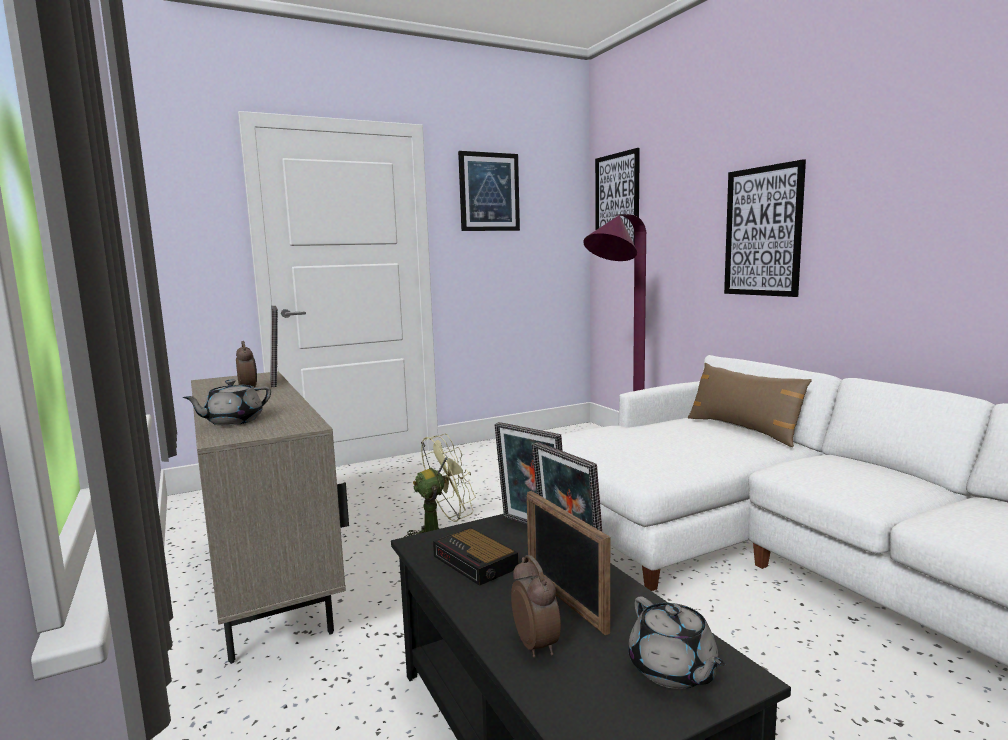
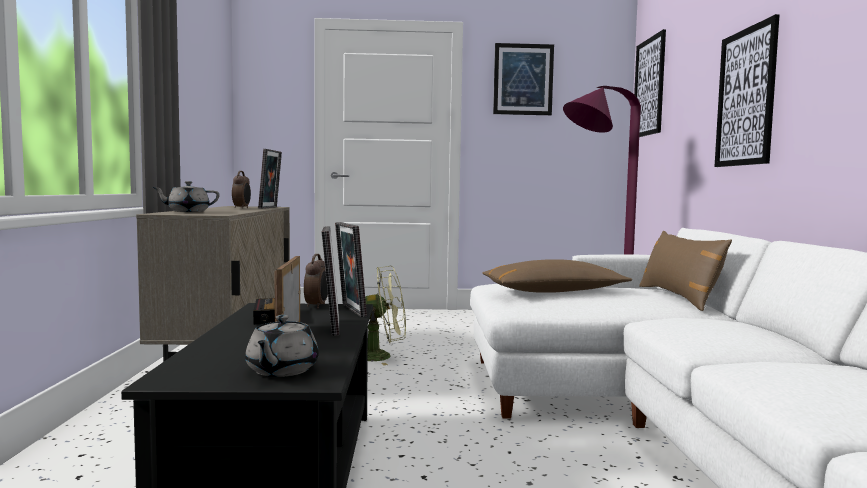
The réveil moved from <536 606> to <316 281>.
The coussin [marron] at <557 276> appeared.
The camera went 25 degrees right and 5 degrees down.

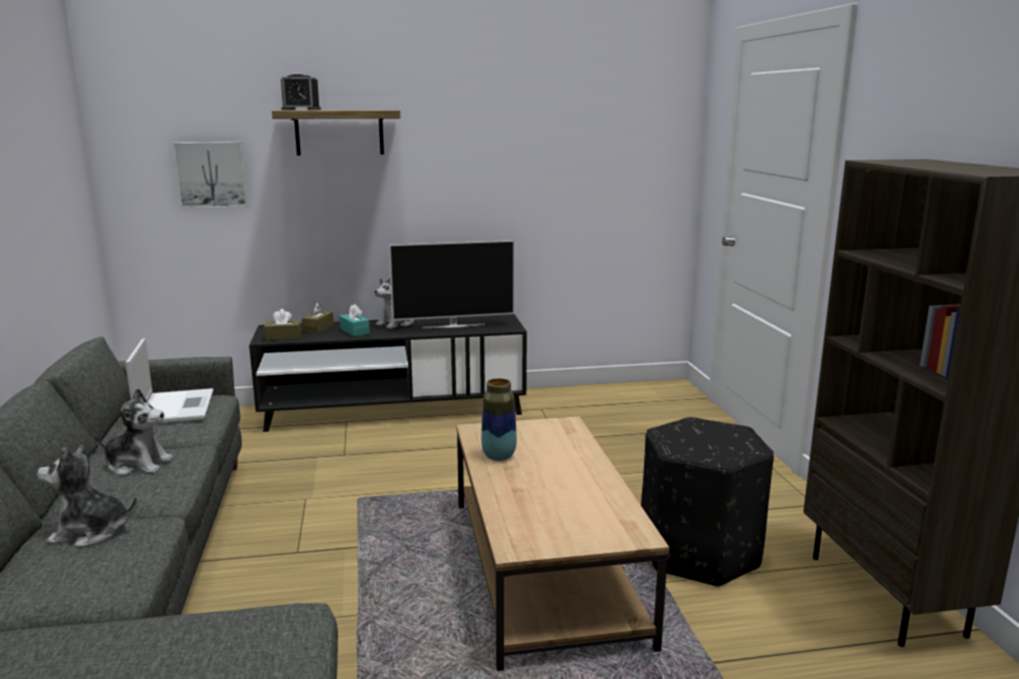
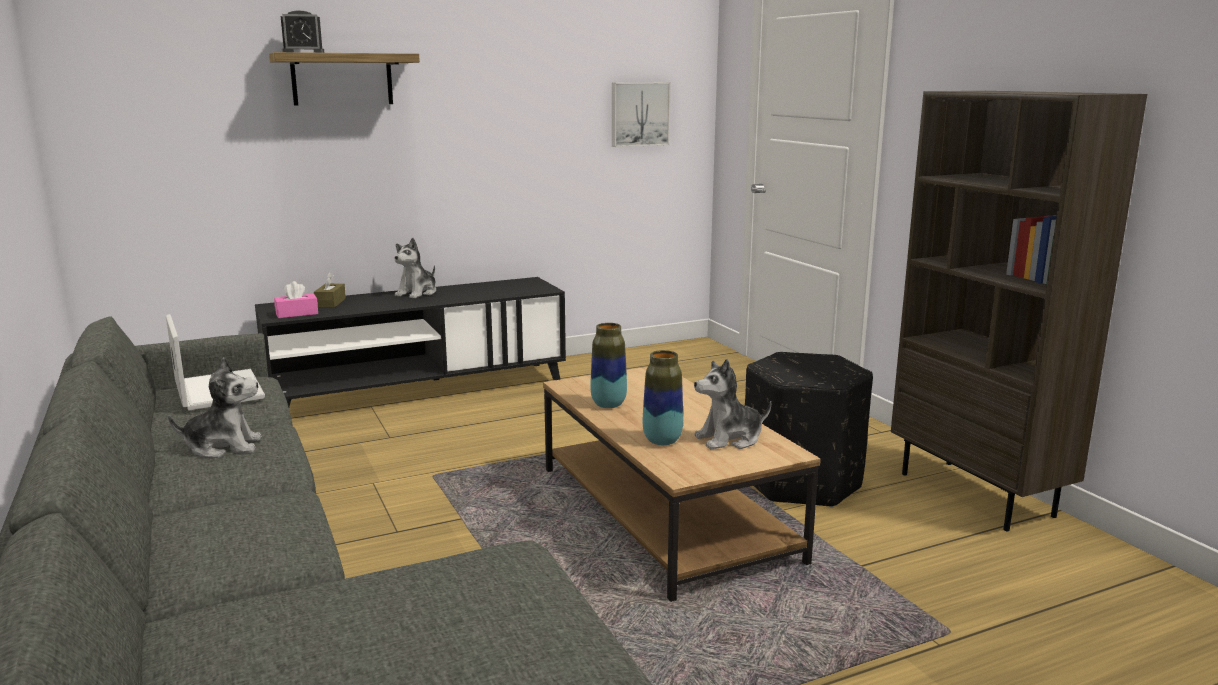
The tableau moved from <210 175> to <641 114>.
The téléviseur at <452 284> disappeared.
The boîte à mouchoirs [turquoise] at <354 320> disappeared.
The boîte à mouchoirs [marron] at <283 325> became the boîte à mouchoirs [rose] at <296 299>.
The peluche moved from <87 496> to <732 404>.
The vase at <663 397> appeared.
The camera went 15 degrees left and 0 degrees up.

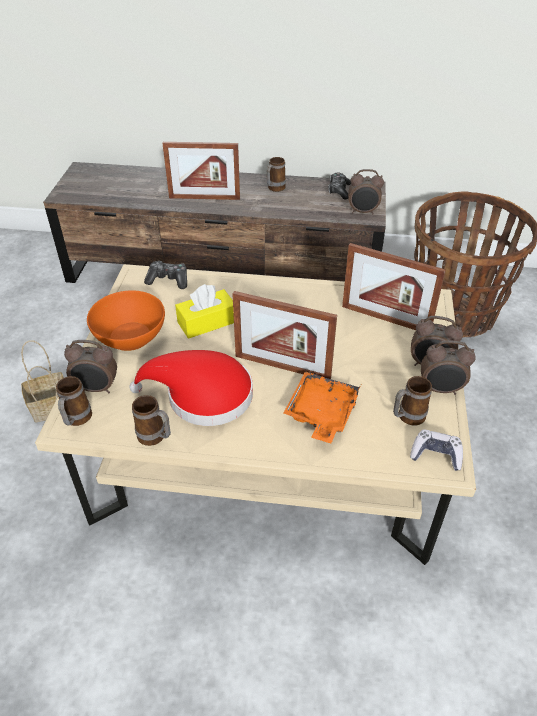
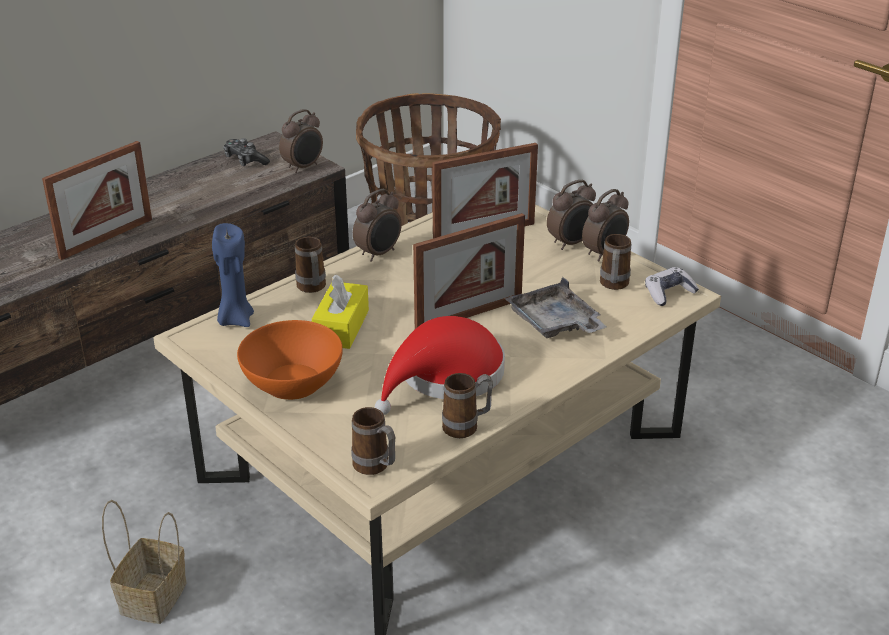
The mug moved from <276 174> to <310 265>.
The manette at <165 275> was replaced by the bougie [bleu] at <233 275>.
The réveil moved from <90 366> to <377 225>.
The plateau [orange] at <322 407> became the plateau [gris] at <556 307>.
The camera went 50 degrees left and 10 degrees down.

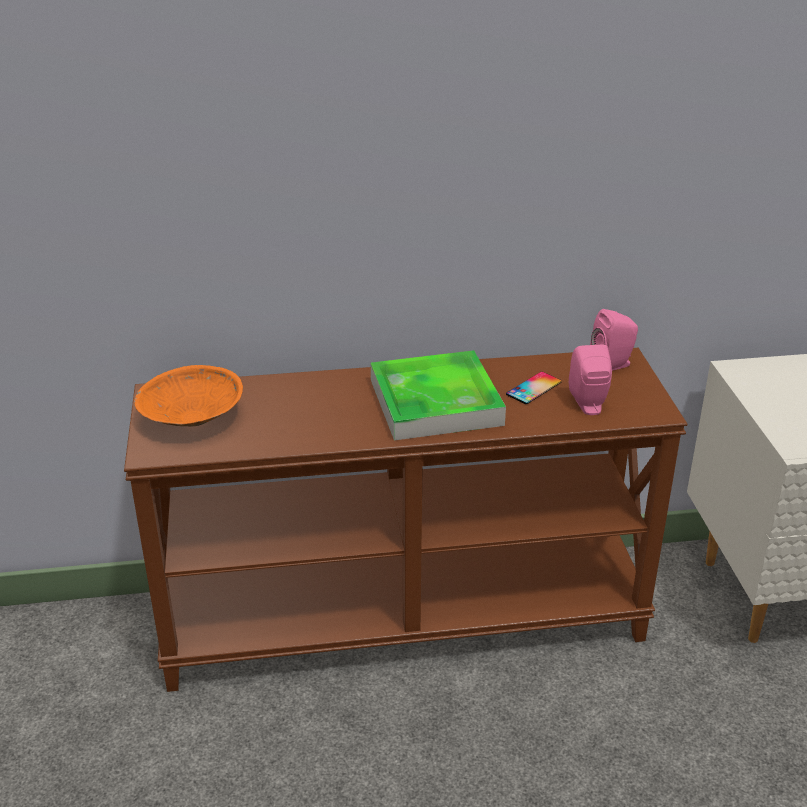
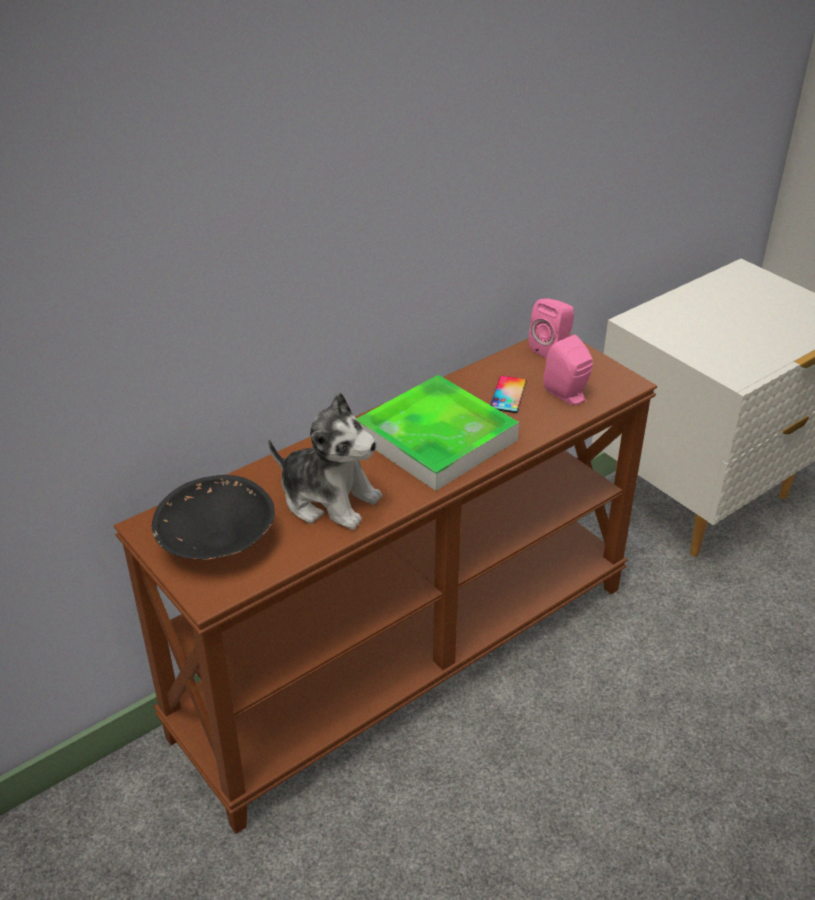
The bol [orange] at <188 395> became the bol [noir] at <213 517>.
The peluche at <325 461> appeared.
The camera went 30 degrees left and 5 degrees up.

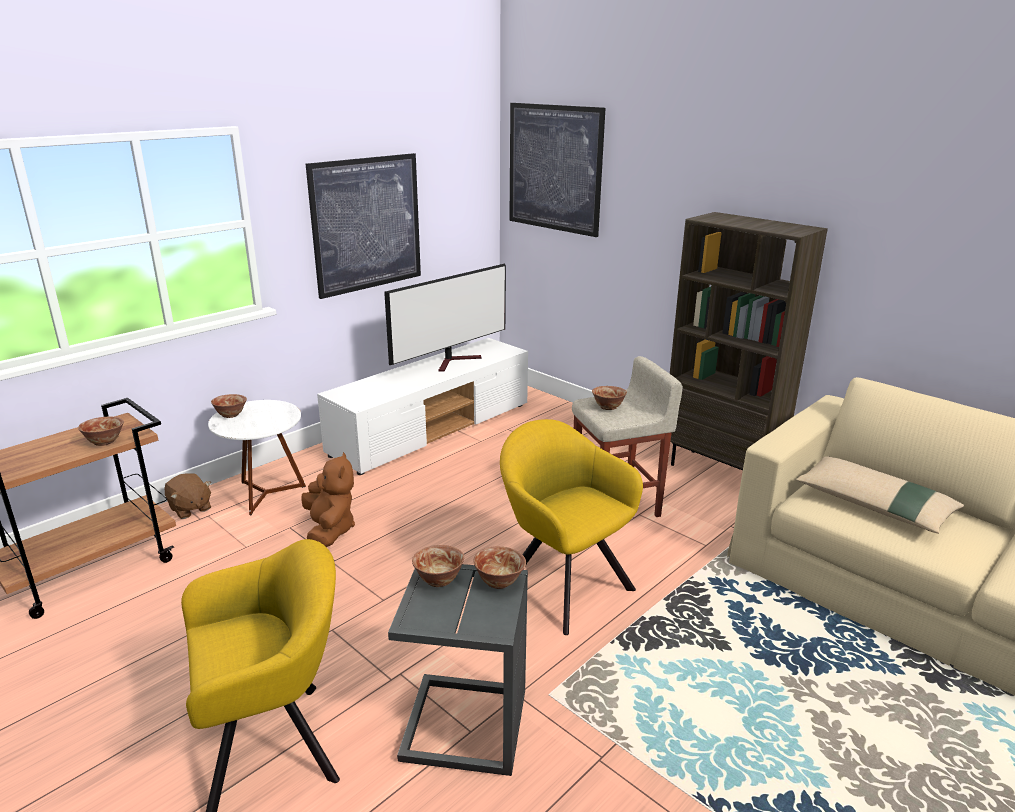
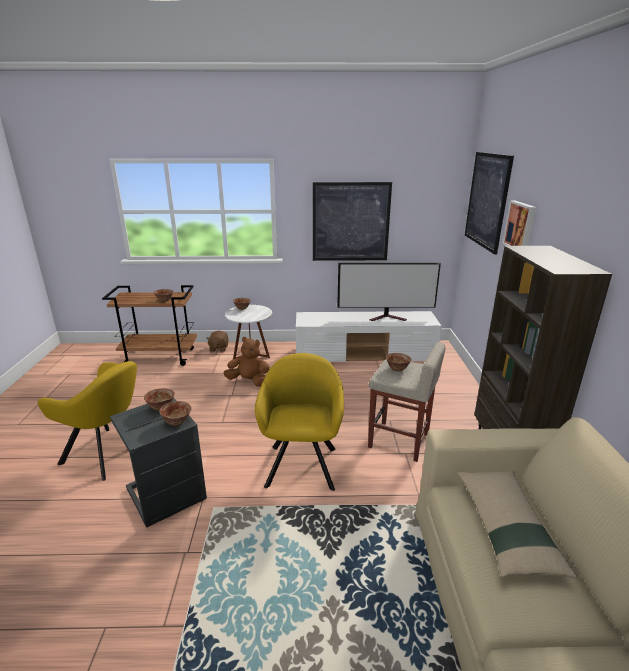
The peluche [marron] at <328 499> turned 105 degrees counterclockwise.
The tableau at <519 223> appeared.
The camera went 45 degrees right and 0 degrees up.

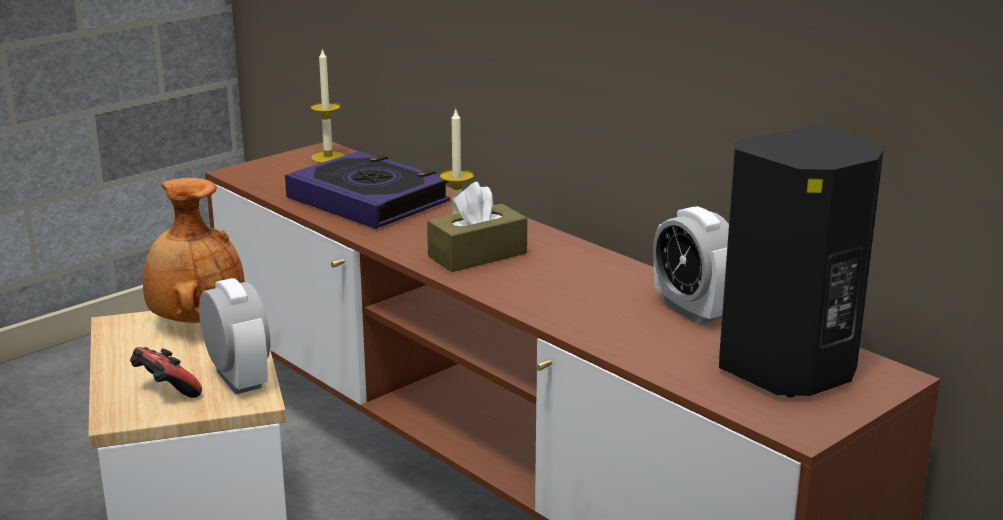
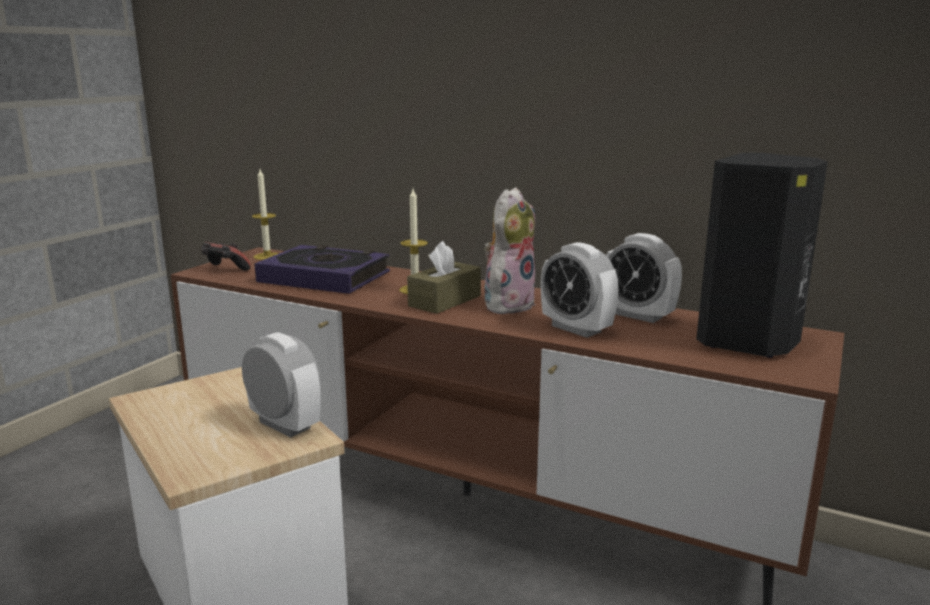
The vase [marron] at <194 250> disappeared.
The manette moved from <166 372> to <226 256>.
The peluche at <510 250> appeared.
The réveil at <579 290> appeared.
The camera went 20 degrees left and 5 degrees down.

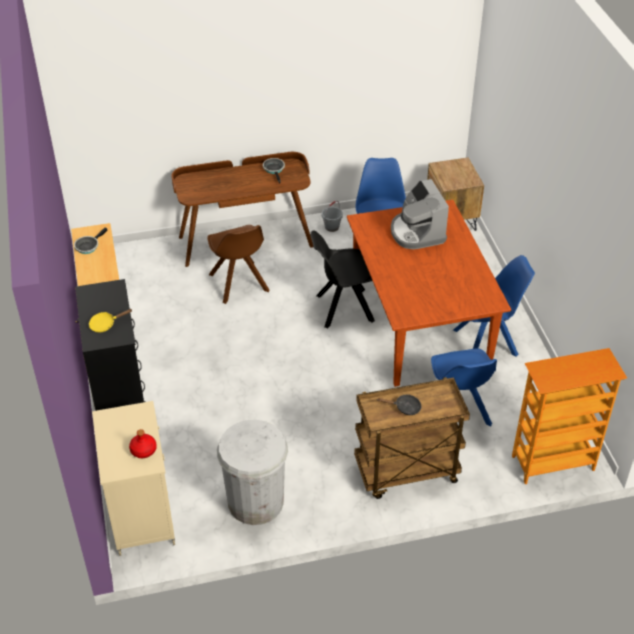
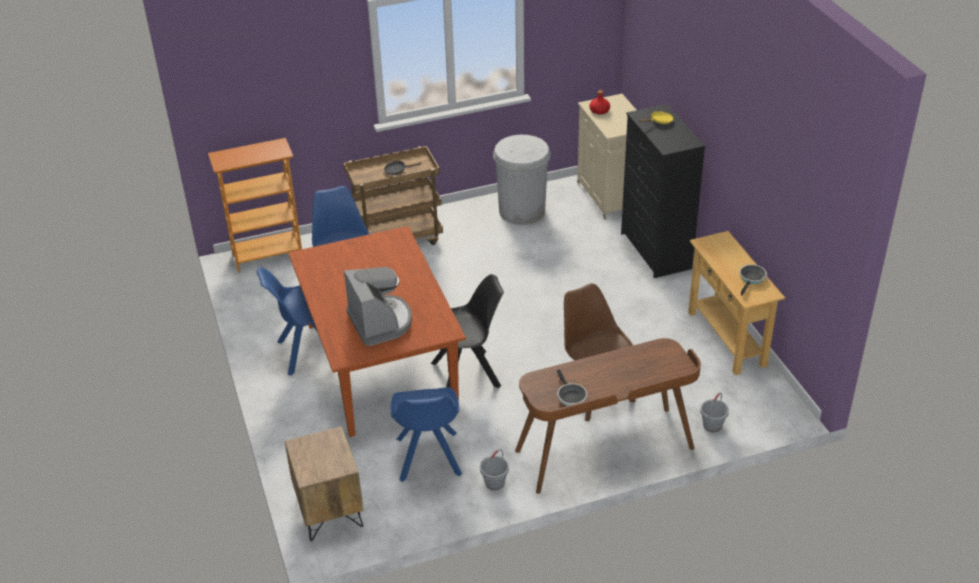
The seau [gris] at <714 412> appeared.
The camera went 175 degrees right and 5 degrees down.

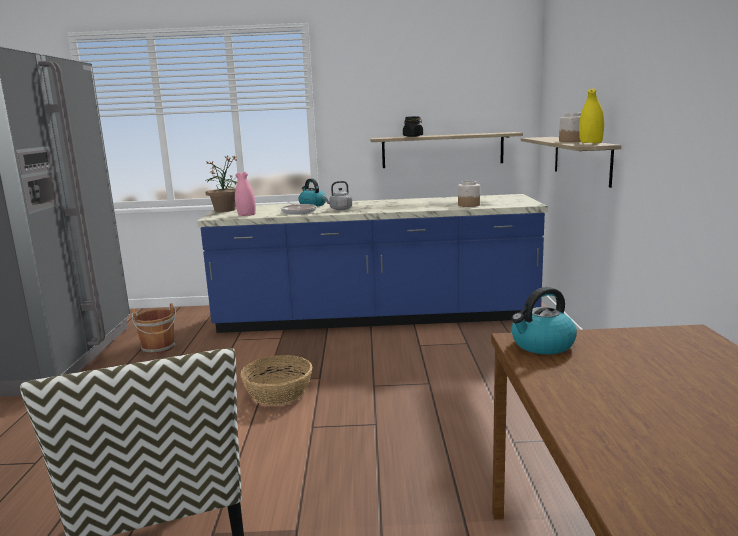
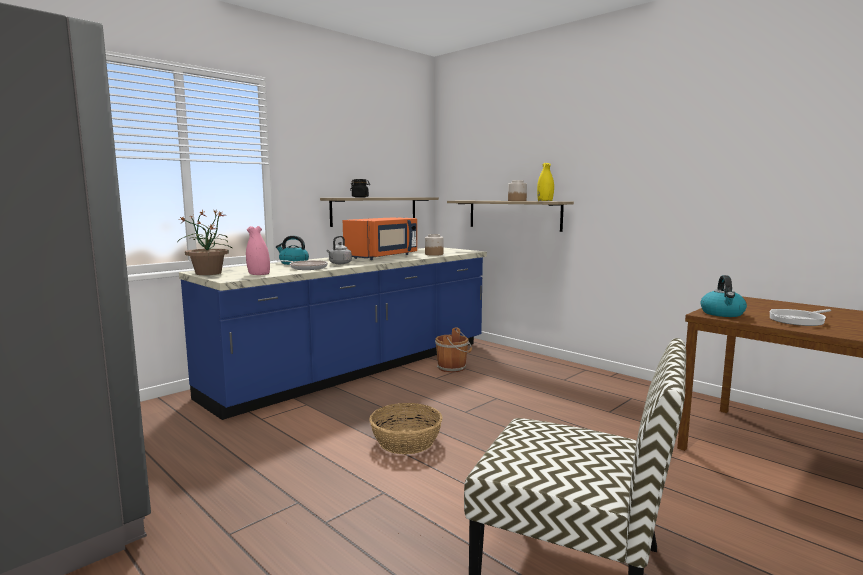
The seau [marron] moved from <154 328> to <453 350>.
The micro-ondes [orange] at <380 238> appeared.
The poêle at <800 317> appeared.
The camera went 45 degrees left and 5 degrees down.

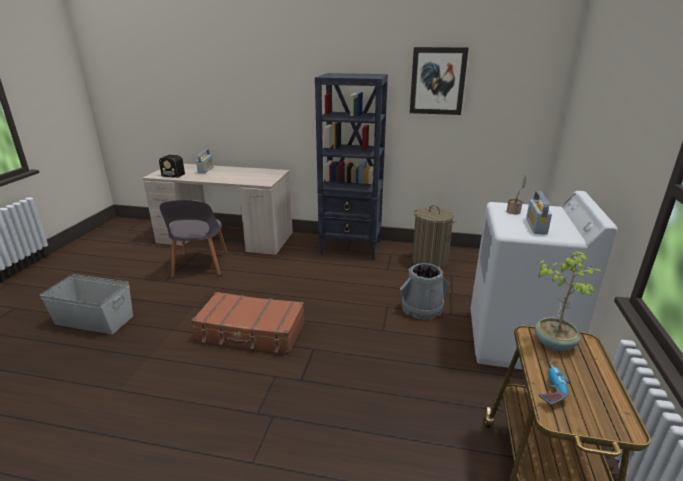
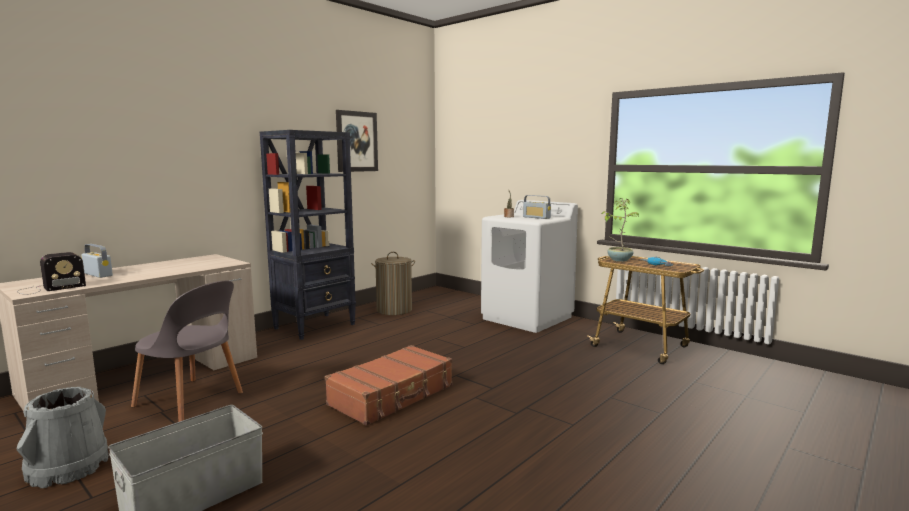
The seau [gris] moved from <424 291> to <63 437>.
The camera went 60 degrees left and 15 degrees down.

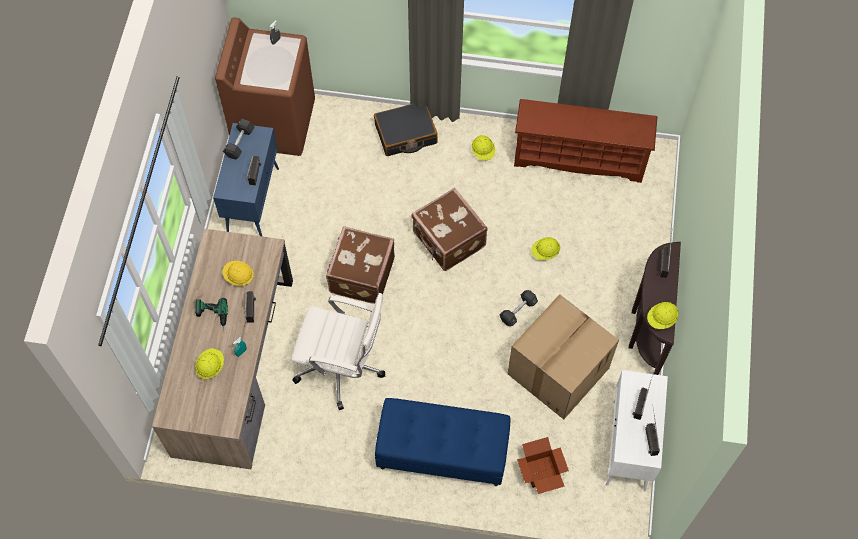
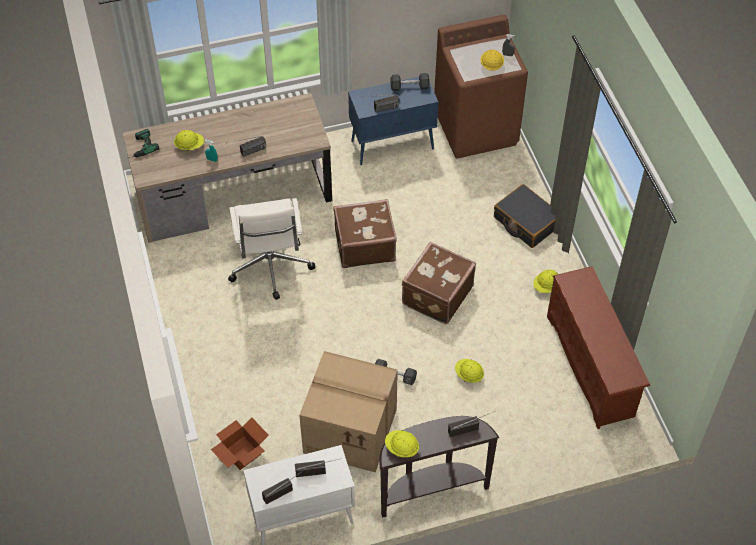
The casque de chantier [jaune] moved from <238 273> to <492 60>.
The perceuse moved from <211 312> to <144 143>.
The banc [bleu] at <443 442> disappeared.
The camera went 65 degrees right and 10 degrees down.

